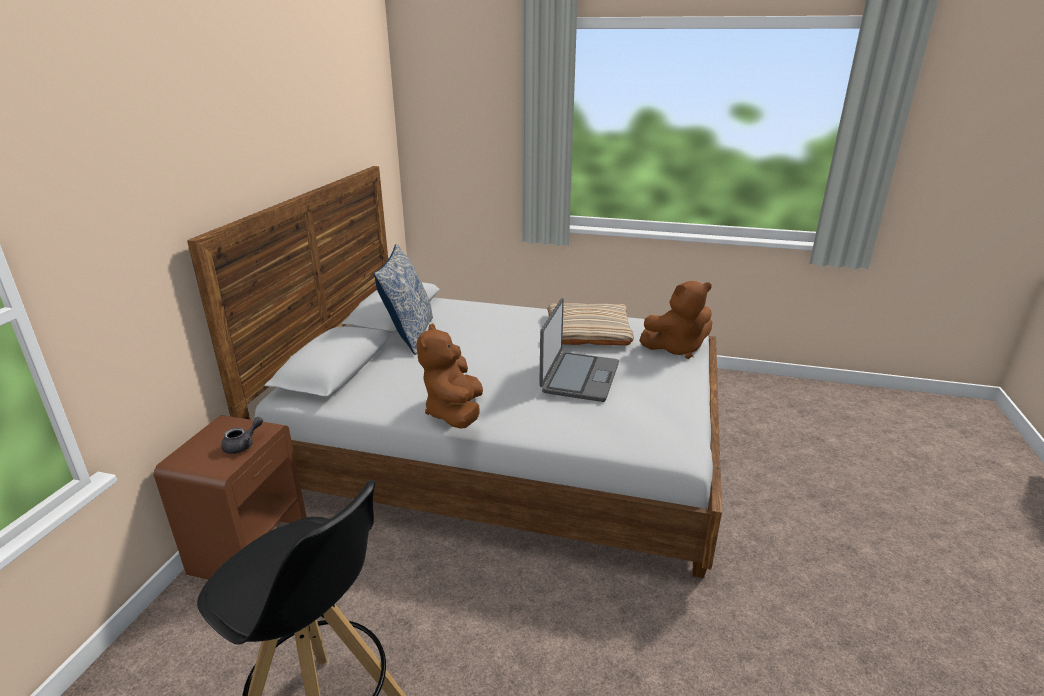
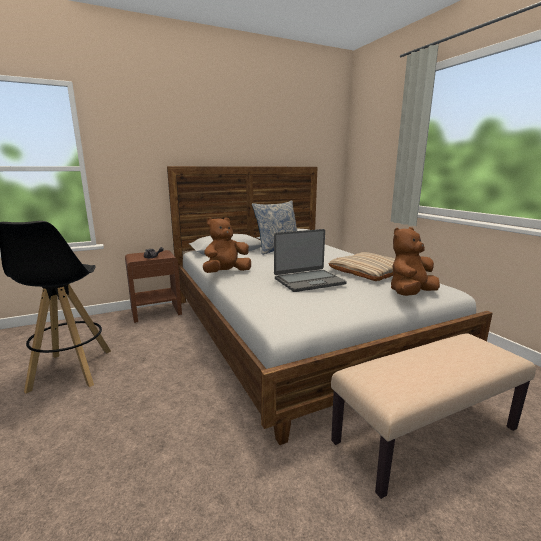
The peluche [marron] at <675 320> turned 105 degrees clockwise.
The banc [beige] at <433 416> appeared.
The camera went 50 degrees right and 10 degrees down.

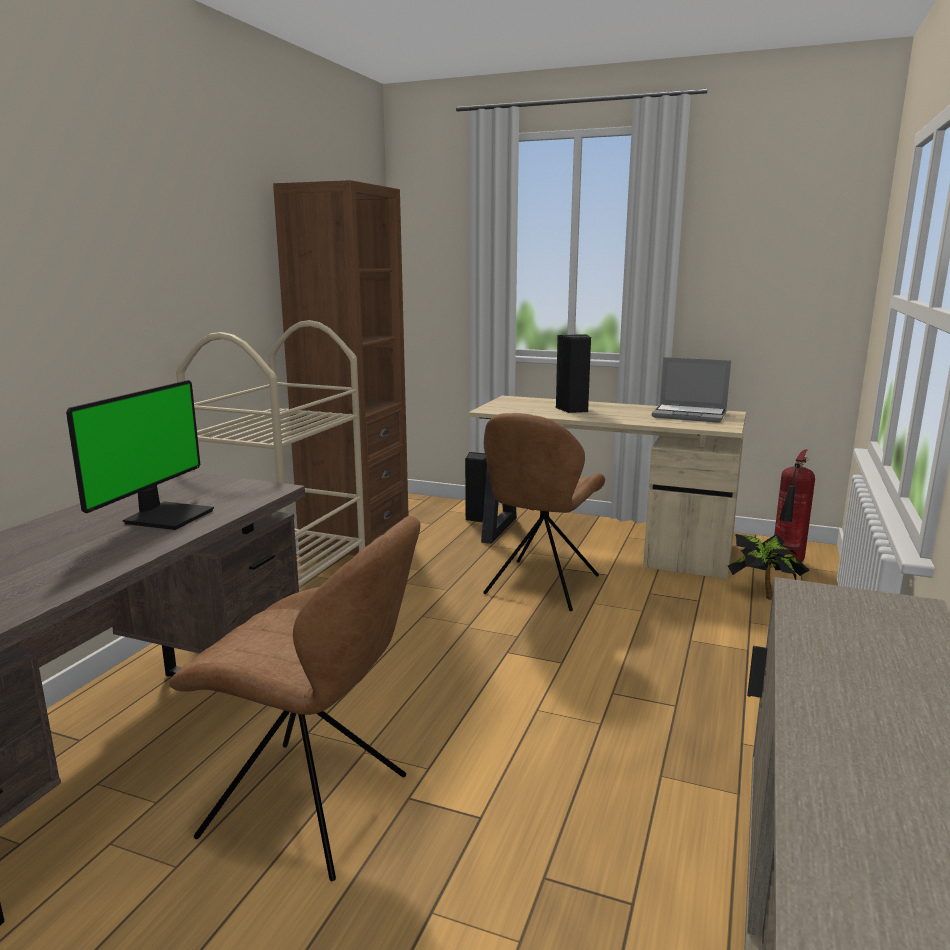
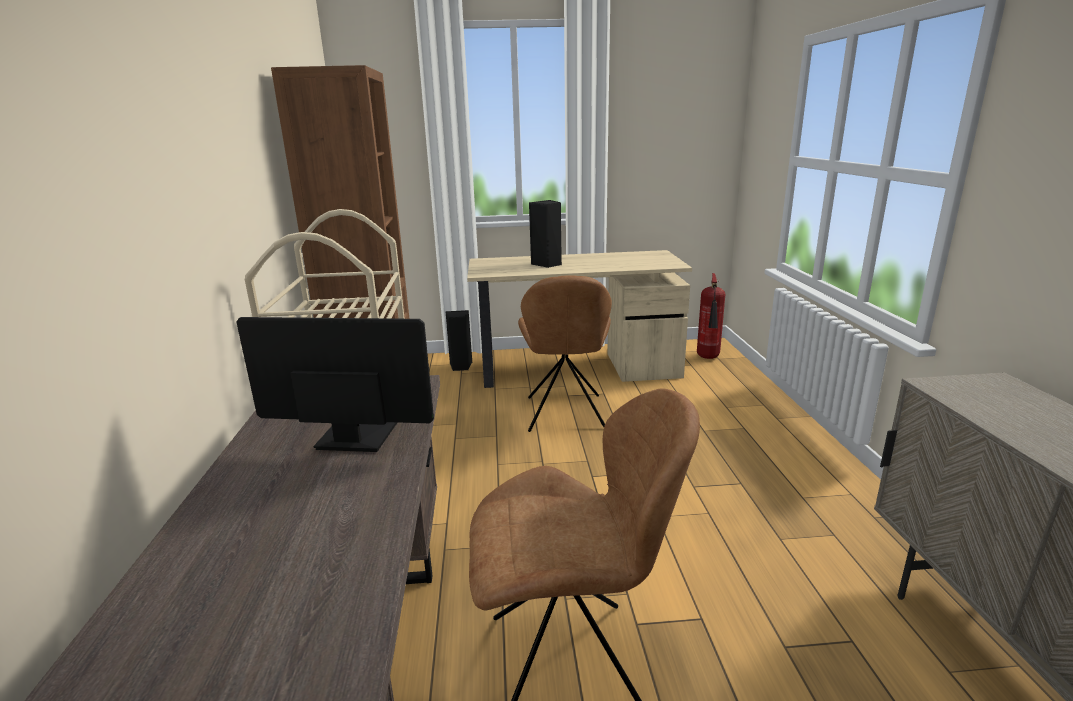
The ordinateur portable at <691 390> disappeared.
The écran d'ordinateur at <140 455> turned 75 degrees counterclockwise.
The plante en pot at <768 567> disappeared.
The camera went 25 degrees left and 5 degrees up.

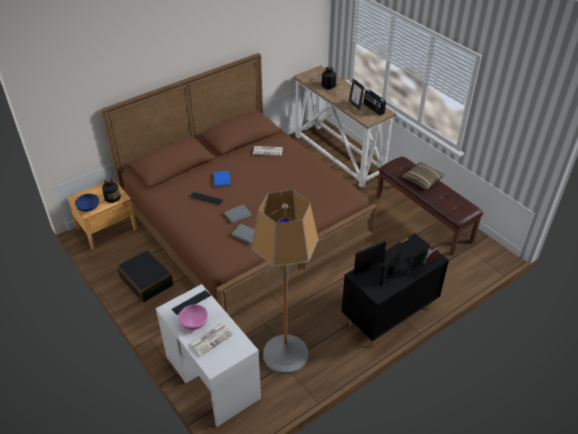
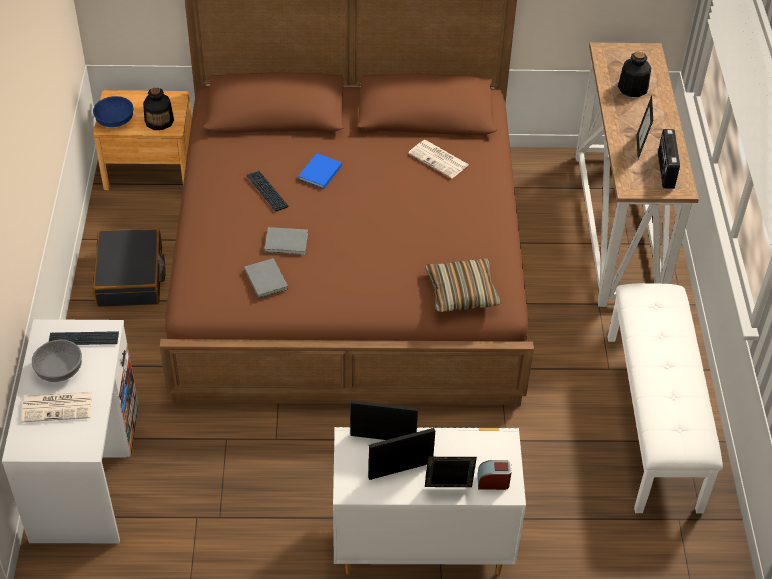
The banc [marron] at <429 206> became the banc [blanc] at <665 398>.
The coussin moved from <422 176> to <463 285>.
The lampadaire at <285 282> disappeared.
The commode [noir] at <395 290> became the commode [blanc] at <429 501>.
The bol [rose] at <193 317> became the bol [gris] at <57 361>.
The camera went 35 degrees right and 5 degrees up.

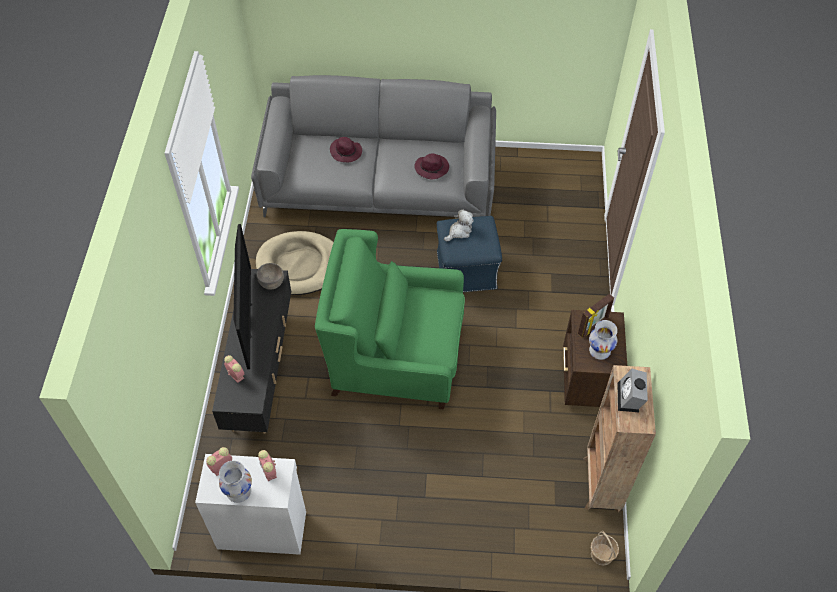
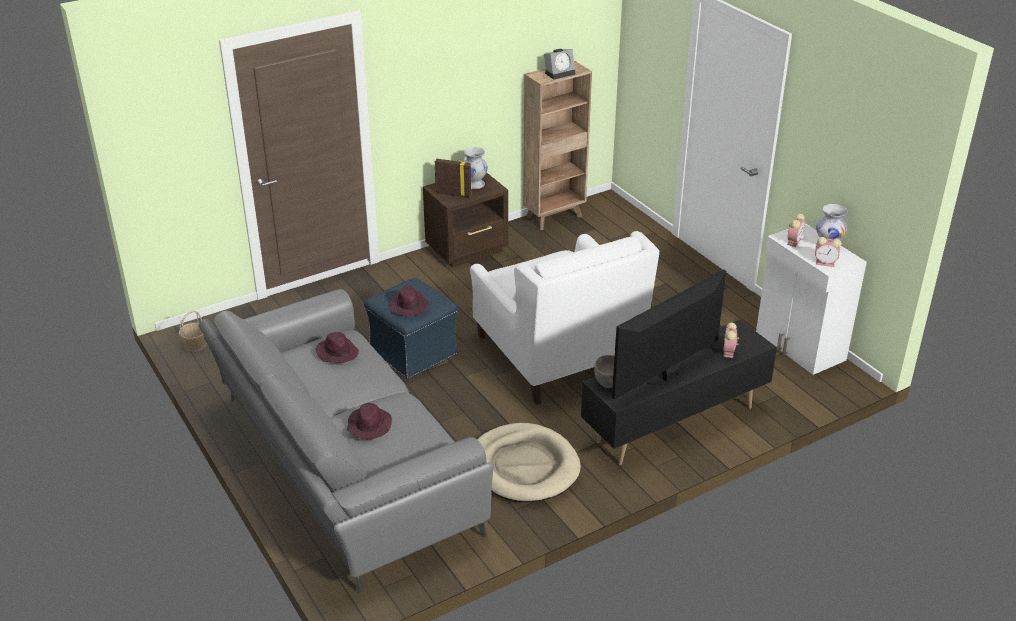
The peluche at <459 225> was replaced by the chapeau [violet] at <409 301>.
The fauteuil [vert] at <390 319> became the fauteuil [blanc] at <564 318>.
The panier moved from <605 548> to <193 331>.
The camera went 125 degrees left and 20 degrees down.

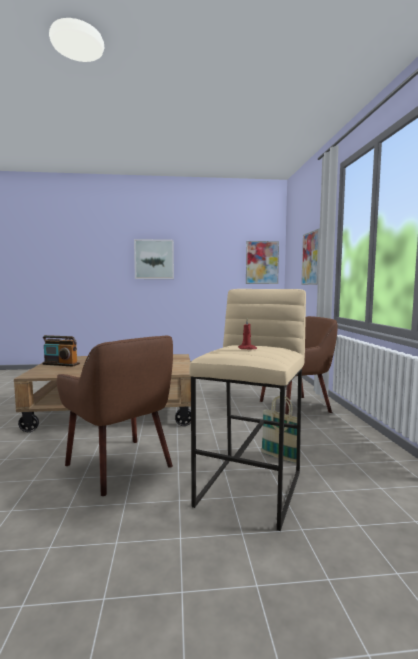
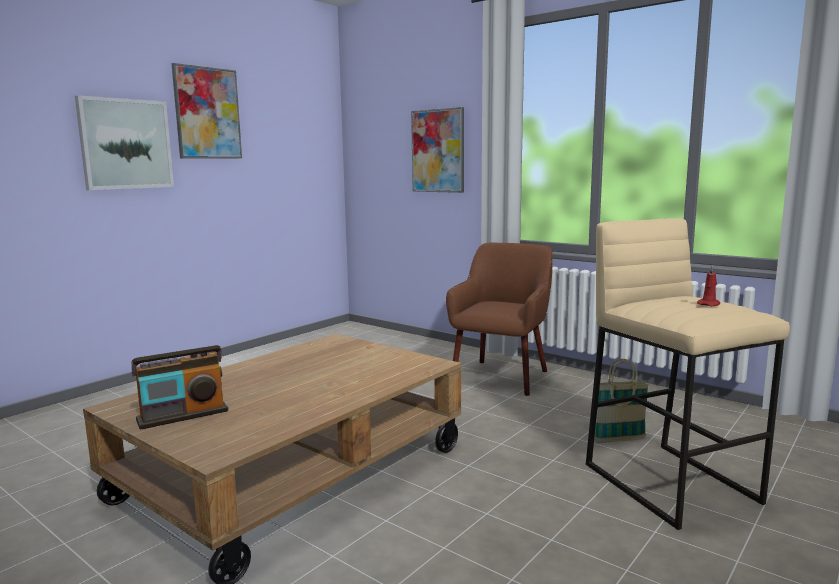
The tableau moved from <262 262> to <206 111>.
The fauteuil [marron] at <115 416> disappeared.
The camera went 45 degrees left and 5 degrees up.

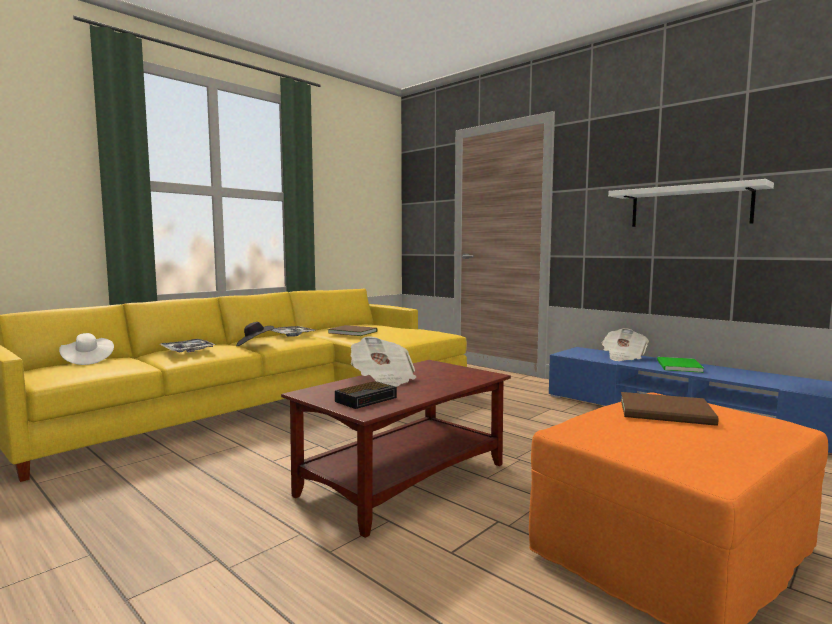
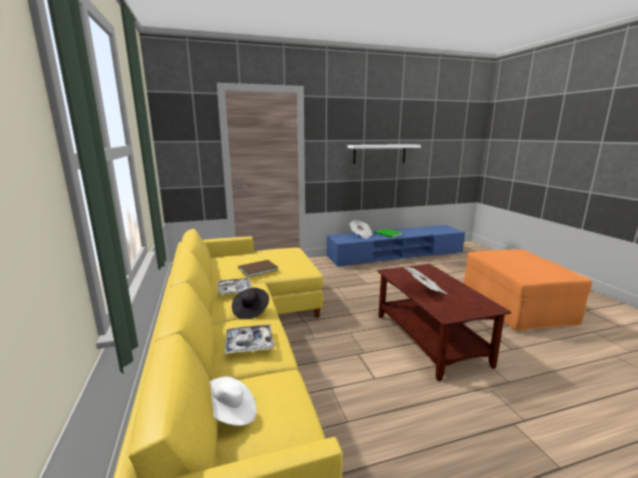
The réveil at <366 395> disappeared.
The livre [marron] at <670 409> disappeared.
The camera went 60 degrees left and 10 degrees up.

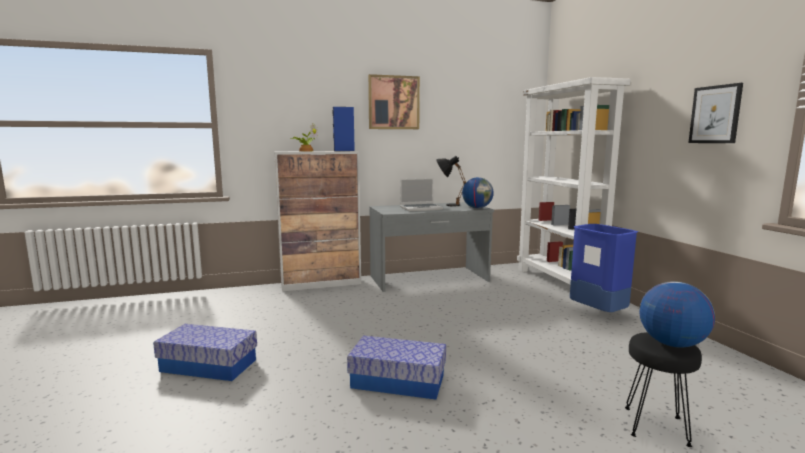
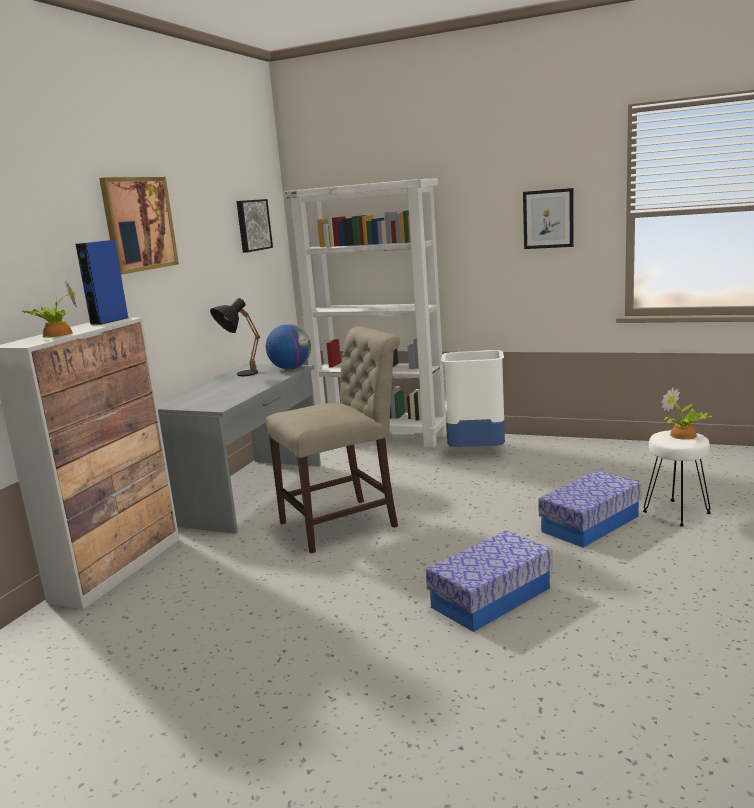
The ordinateur portable at <421 194> disappeared.
The poubelle [bleu] at <604 268> became the poubelle [blanc] at <473 401>.
The globe at <677 314> was replaced by the plante en pot at <687 413>.
The boîte de rangement moved from <205 352> to <589 509>.
The tabouret [noir] at <663 389> became the tabouret [blanc] at <677 478>.
The tableau at <254 226> appeared.
The chaise [beige] at <333 439> appeared.
The camera went 50 degrees left and 5 degrees up.

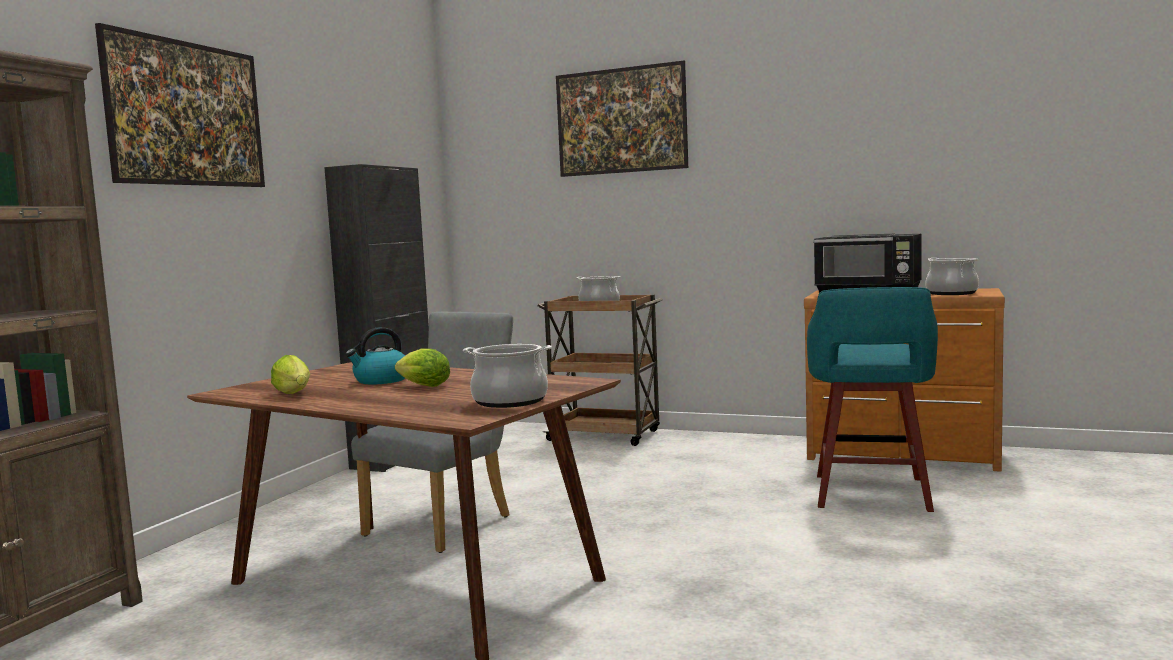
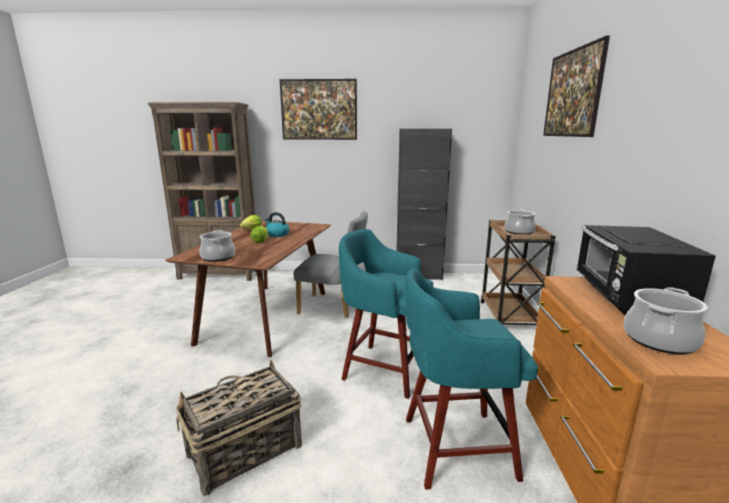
The tabouret [turquoise] at <386 314> appeared.
The panier at <239 428> appeared.
The camera went 70 degrees right and 10 degrees up.

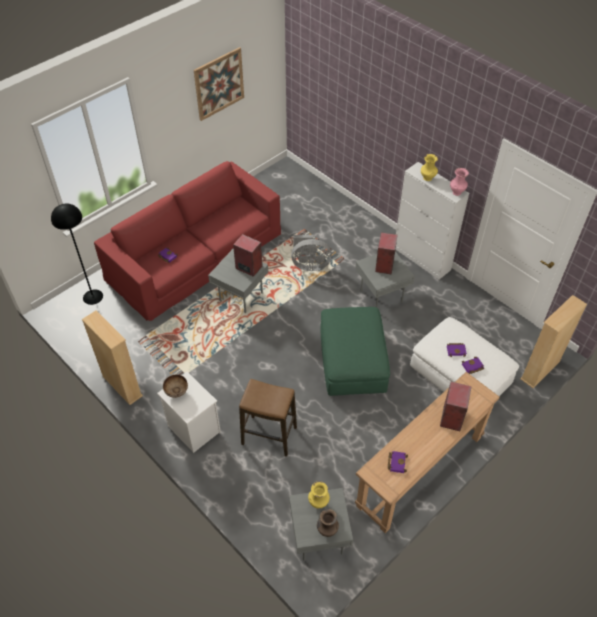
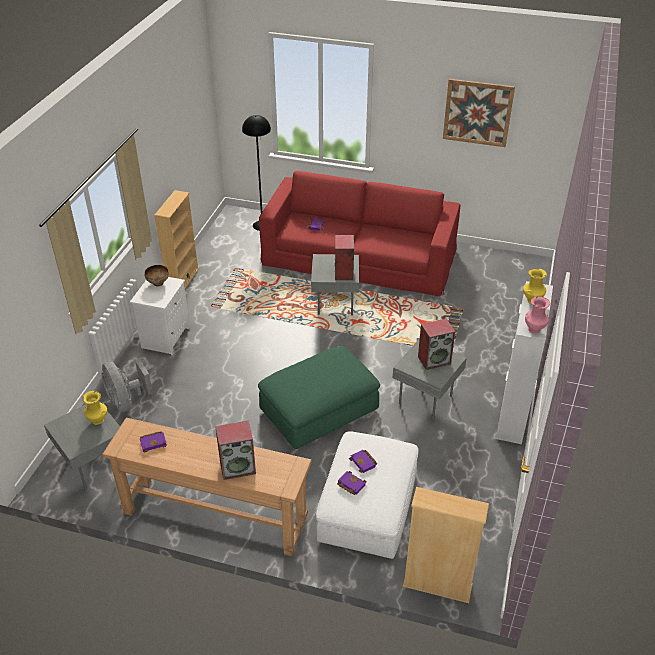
The ventilateur [gris] moved from <311 253> to <127 385>.
The tabouret at <268 418> disappeared.
The vase [marron] at <328 523> disappeared.
The camera went 60 degrees right and 10 degrees down.

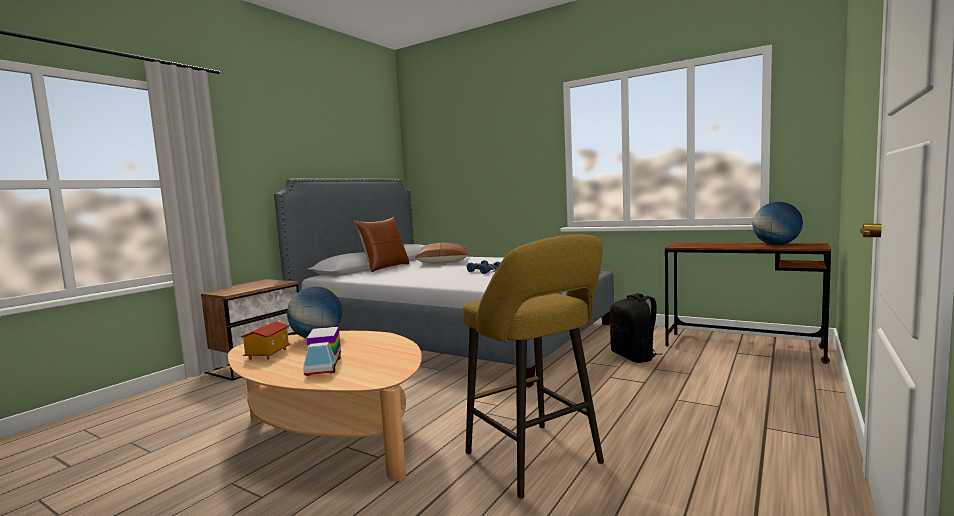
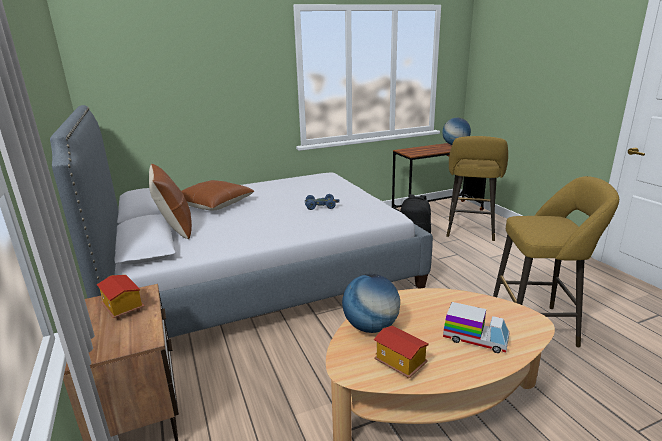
The tabouret [jaune] at <477 188> appeared.
The maison miniature at <120 297> appeared.
The camera went 55 degrees left and 15 degrees up.

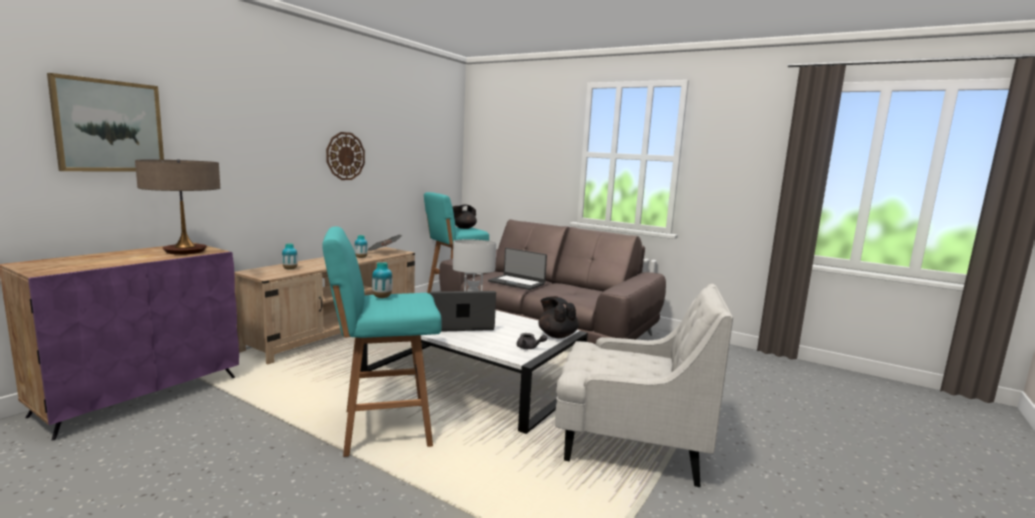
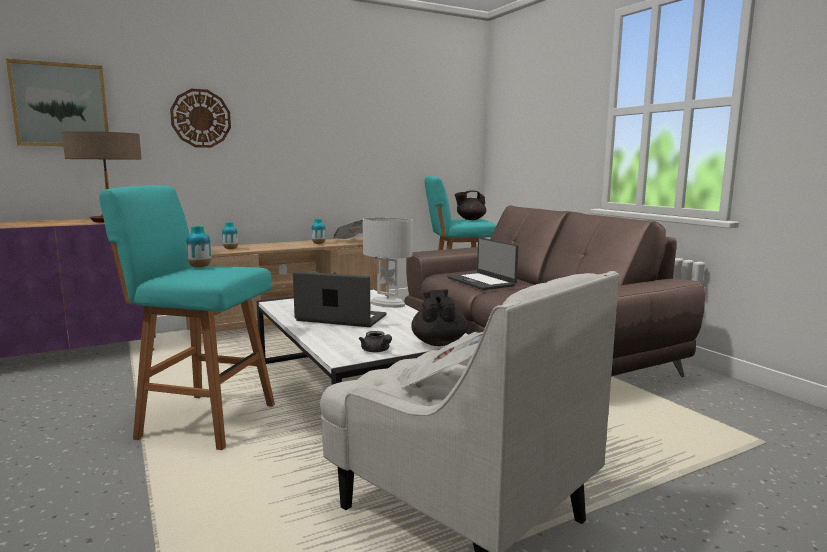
The horloge murale moved from <345 156> to <200 118>.
The journal at <439 360> appeared.
The camera went 30 degrees right and 0 degrees up.

